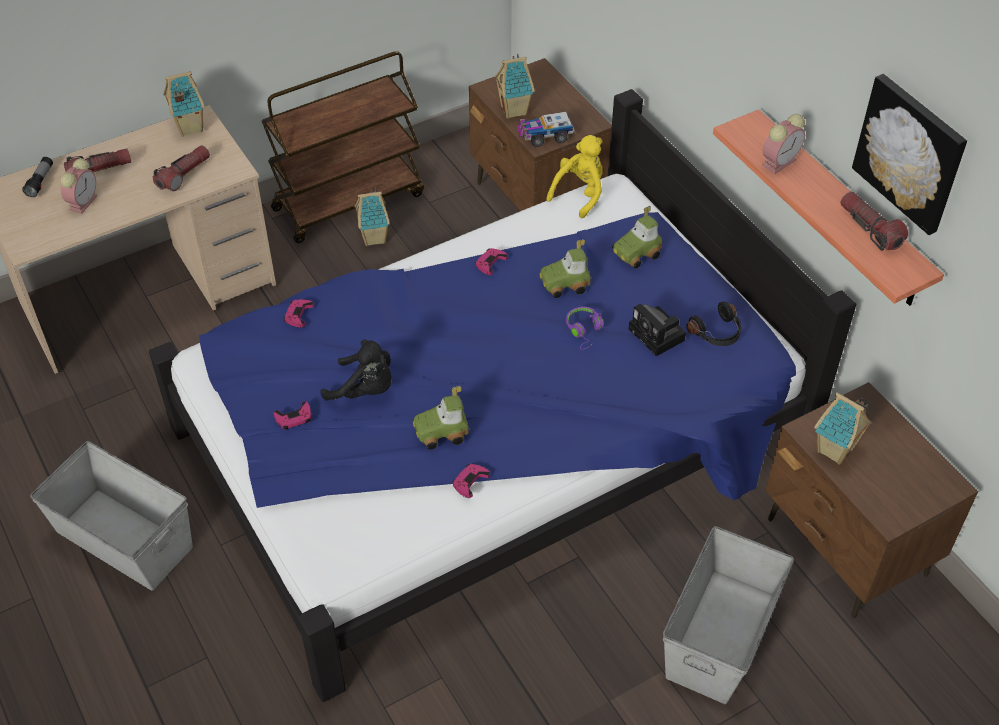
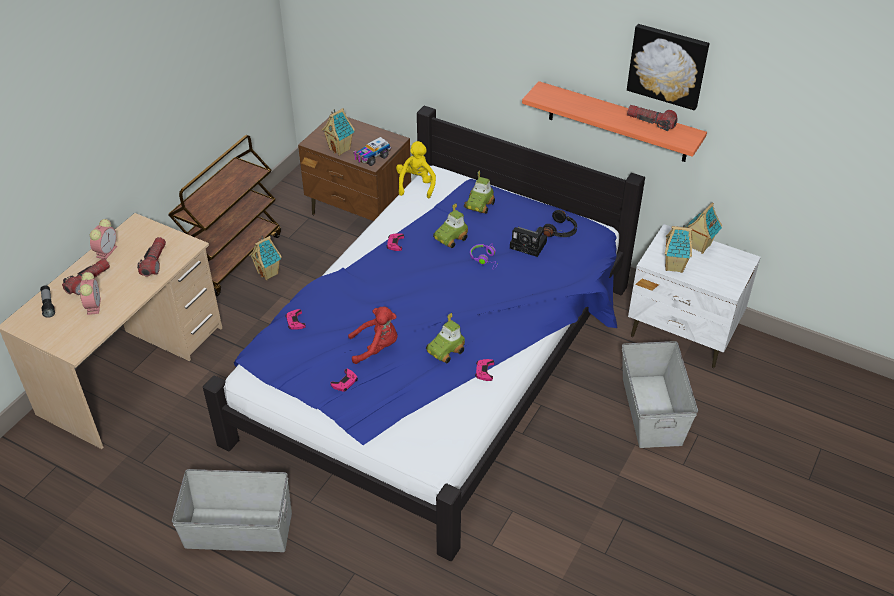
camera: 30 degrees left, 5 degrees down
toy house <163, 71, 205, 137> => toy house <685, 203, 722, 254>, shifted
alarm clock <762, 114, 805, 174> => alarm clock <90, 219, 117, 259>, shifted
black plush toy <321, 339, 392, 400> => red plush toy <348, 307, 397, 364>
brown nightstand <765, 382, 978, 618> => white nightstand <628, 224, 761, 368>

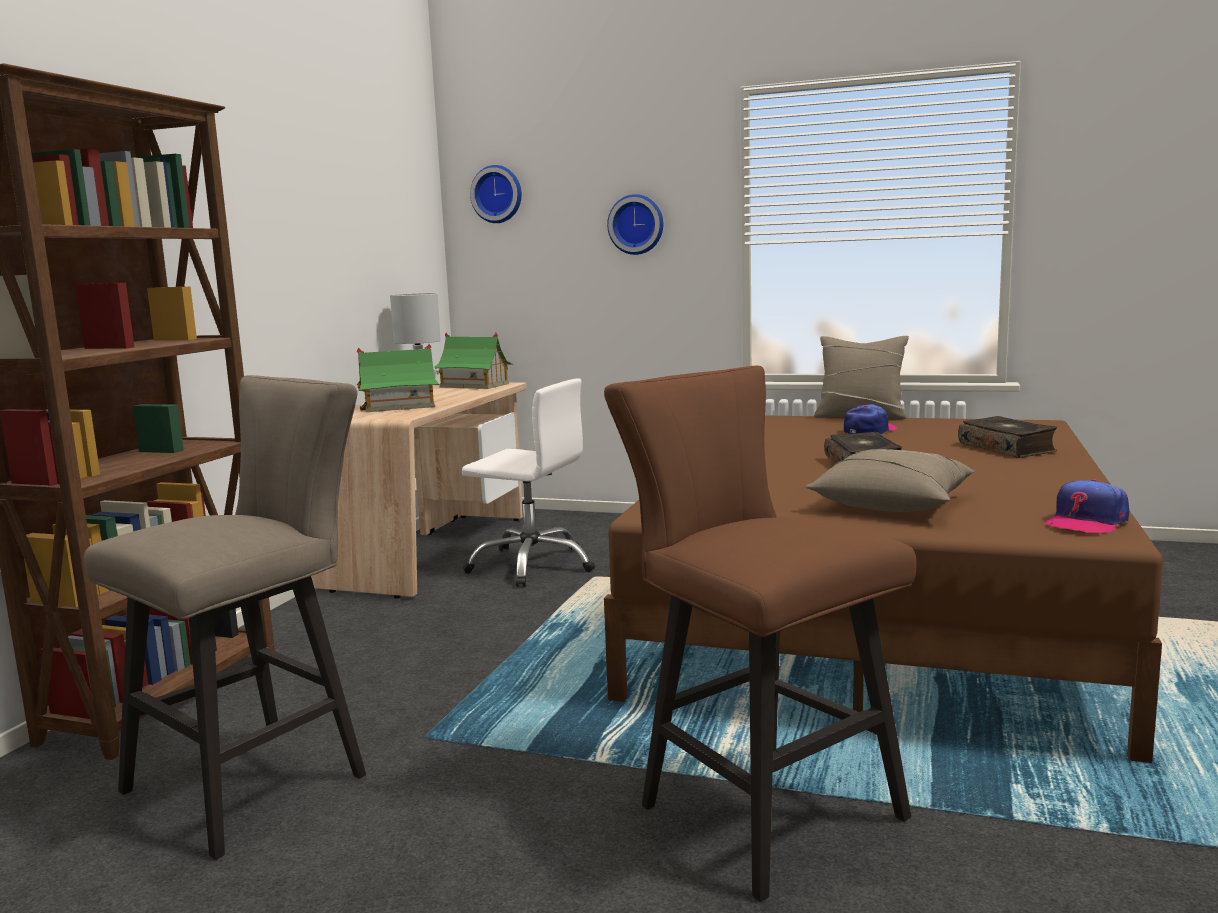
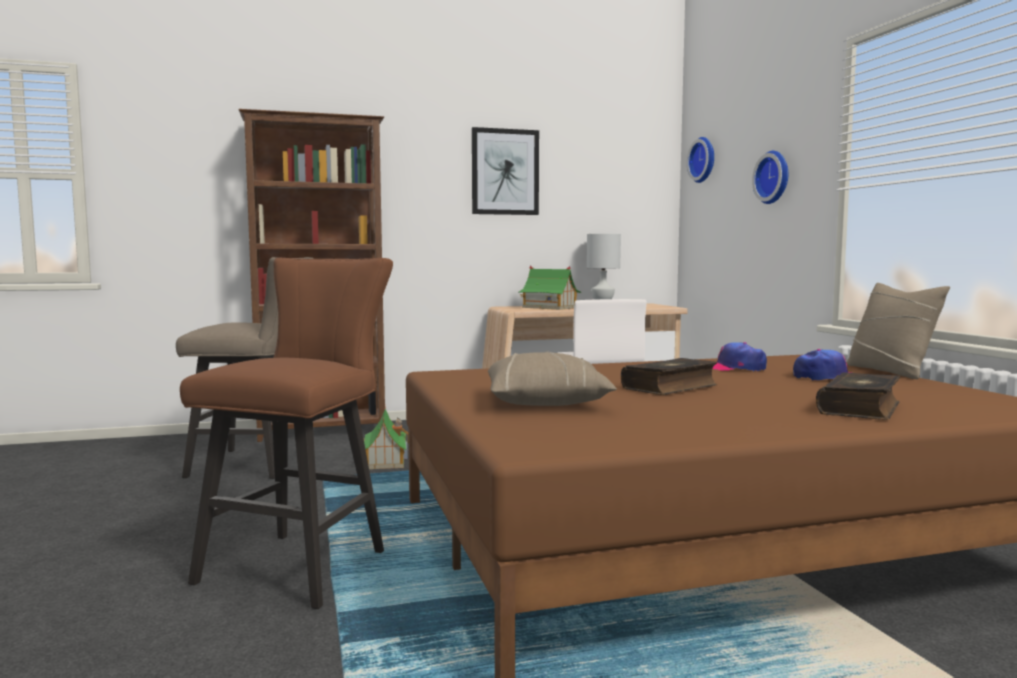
camera: 55 degrees right, 5 degrees down
toy house <434, 332, 513, 389> => toy house <363, 407, 408, 469>, shifted
cap <1045, 479, 1129, 535> => cap <712, 342, 767, 371>, shifted
nothing => picture <472, 127, 539, 215>

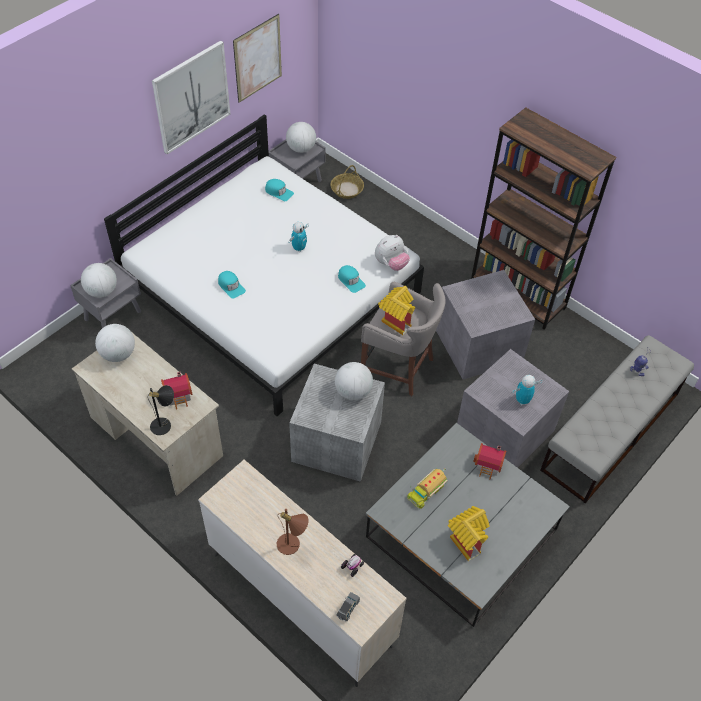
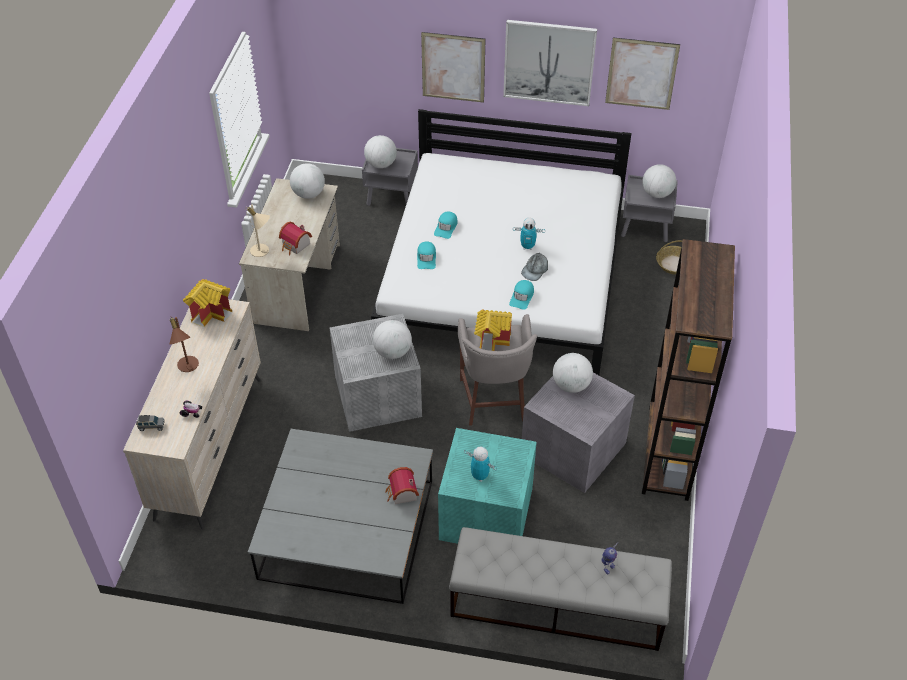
camera: 60 degrees right, 5 degrees down
turquoise cap <265, 179, 294, 201> => turquoise cap <417, 241, 436, 269>, shifted
plush toy <375, 235, 410, 271> => nothing
grey storage box <457, 349, 569, 468> => turquoise storage box <438, 428, 537, 544>
black table lamp <148, 385, 174, 435> => beige table lamp <245, 204, 270, 257>
toy truck <407, 468, 448, 509> => nothing
toy house <448, 506, 490, 561> => toy house <183, 279, 232, 327>, shifted
nothing => picture <421, 32, 485, 103>
nothing => grey cap <521, 253, 548, 281>
nothing => globe <553, 353, 593, 393>

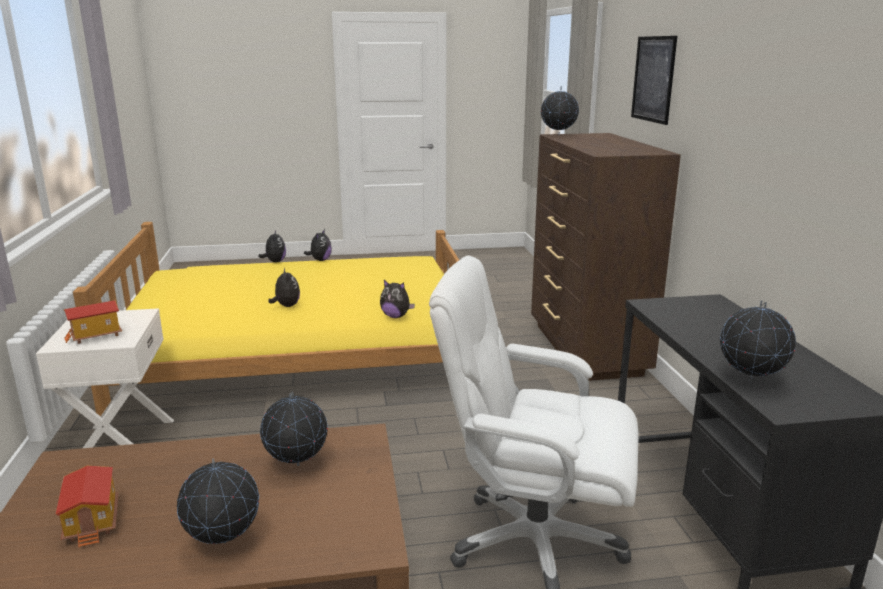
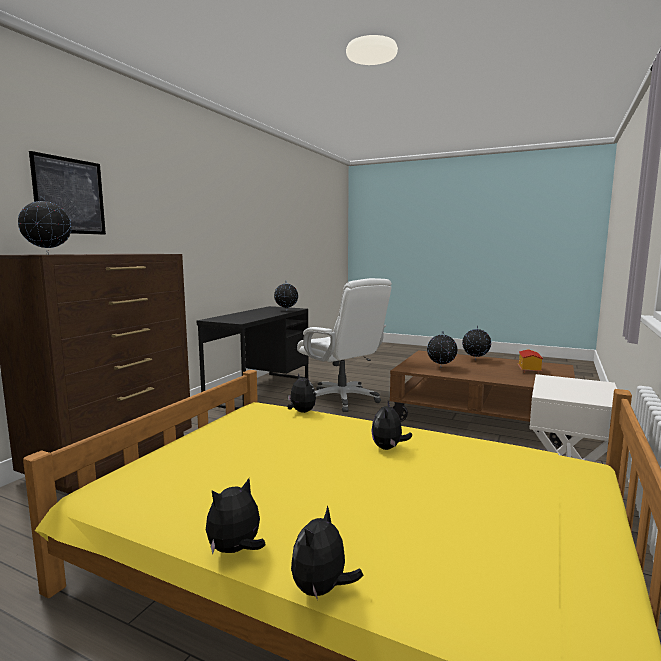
camera: 145 degrees left, 10 degrees down
toy house <64, 300, 122, 344> => nothing

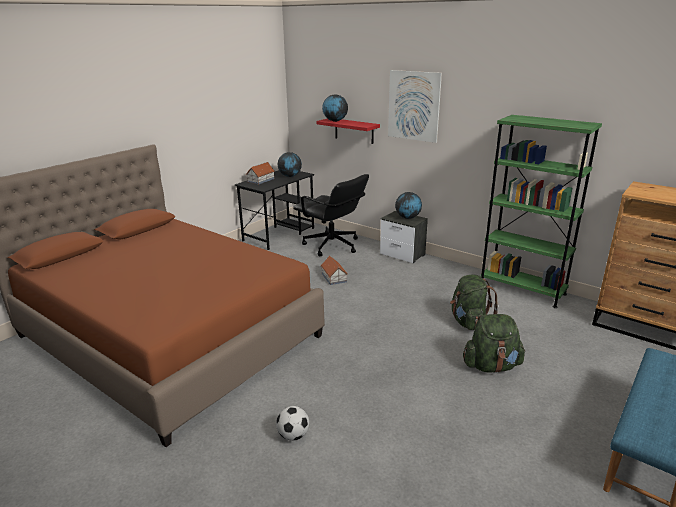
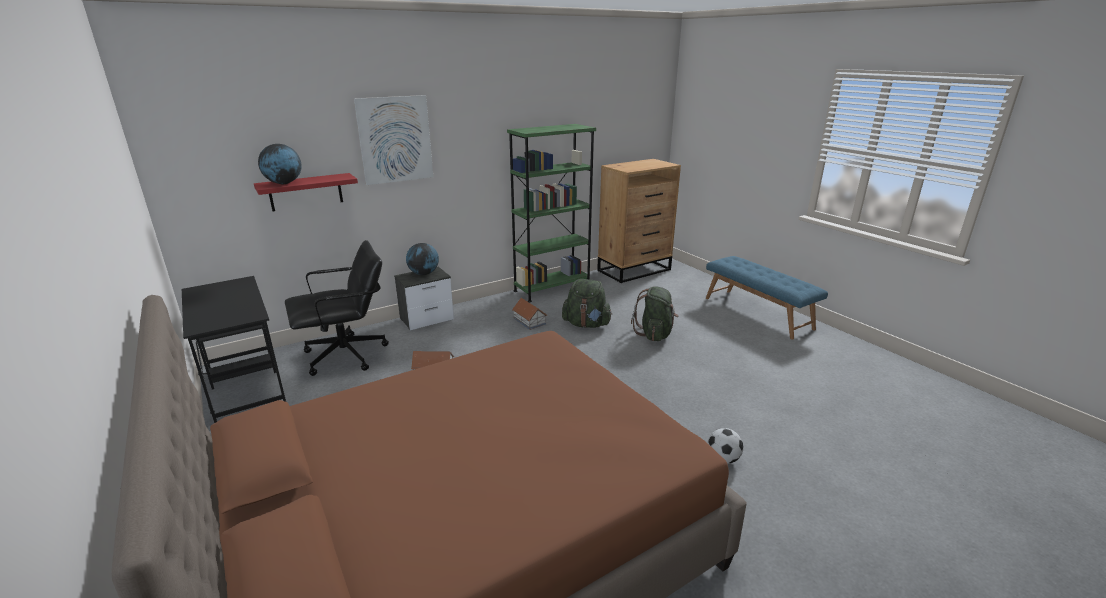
camera: 70 degrees left, 0 degrees up
globe <278, 152, 302, 177> => nothing
toy house <245, 162, 275, 185> => toy house <512, 298, 547, 330>, shifted

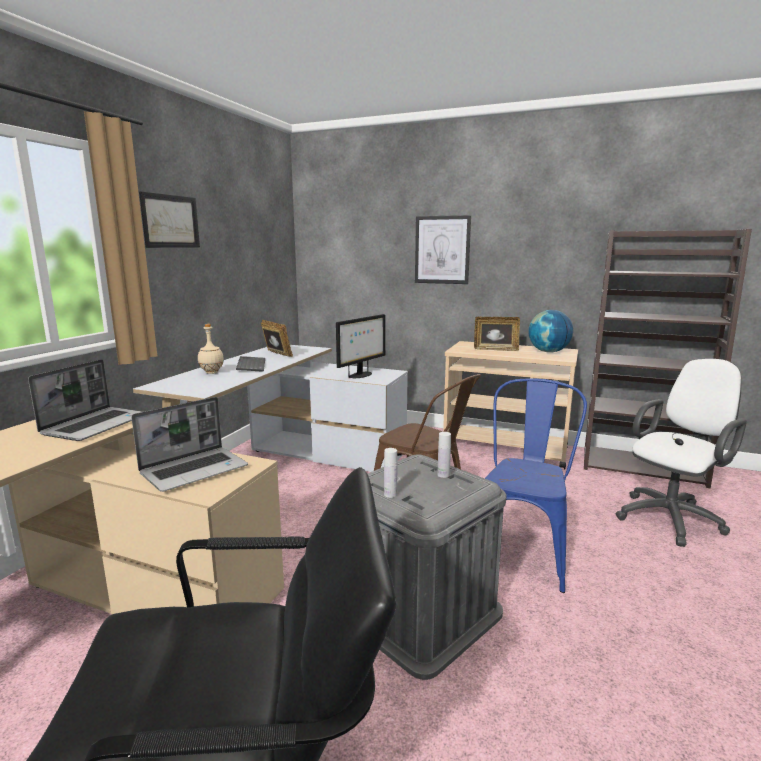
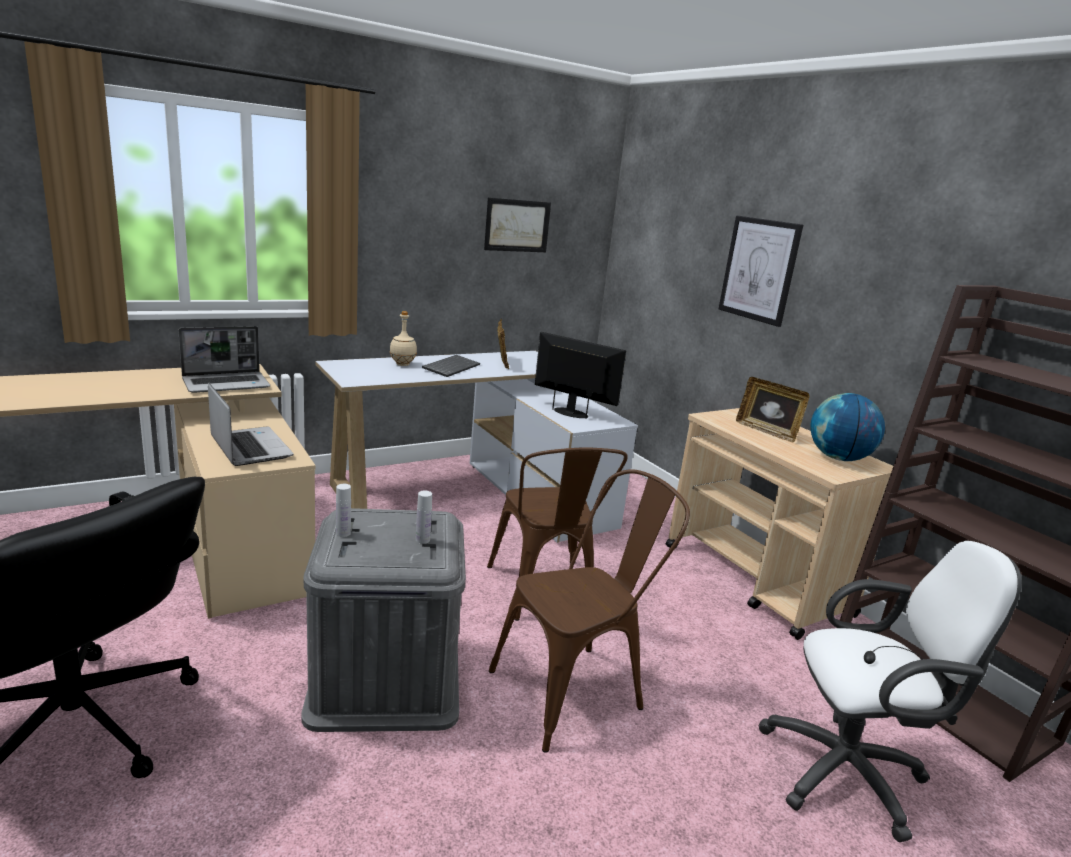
camera: 35 degrees right, 5 degrees up
picture <139, 192, 200, 248> => picture <484, 198, 551, 252>, shifted
monitor <336, 314, 386, 378> => monitor <535, 332, 626, 419>, 135 degrees counterclockwise
blue chair <485, 378, 587, 593> => brown chair <489, 469, 690, 753>
laptop <131, 397, 248, 492> => laptop <208, 382, 294, 466>, 120 degrees counterclockwise

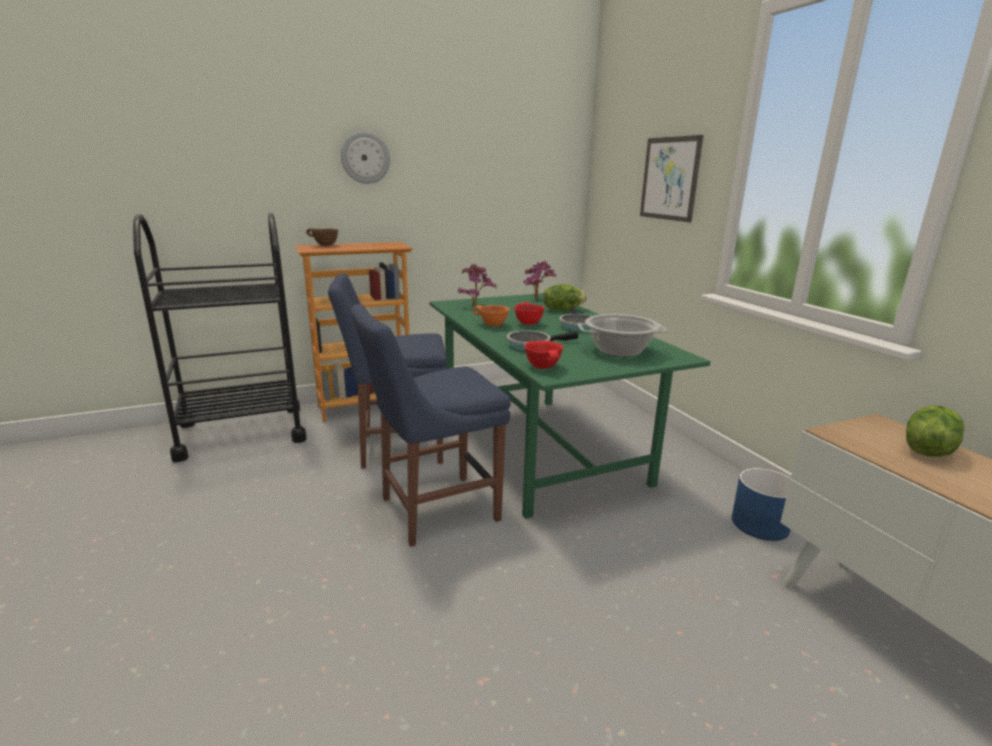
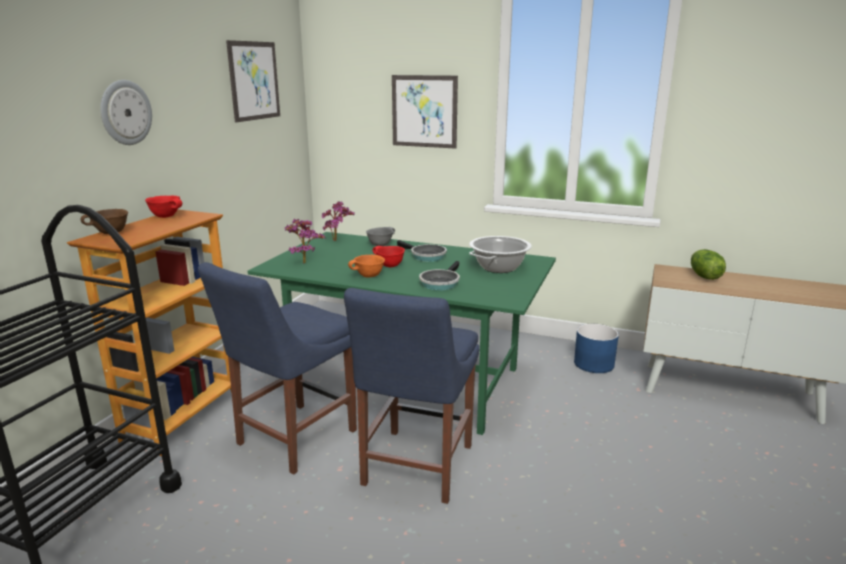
camera: 45 degrees left, 0 degrees up
lettuce <543, 284, 587, 311> => grey bowl <366, 227, 395, 246>
red bowl <524, 341, 563, 369> => red bowl <145, 196, 182, 218>, shifted
nothing => picture <226, 40, 280, 122>

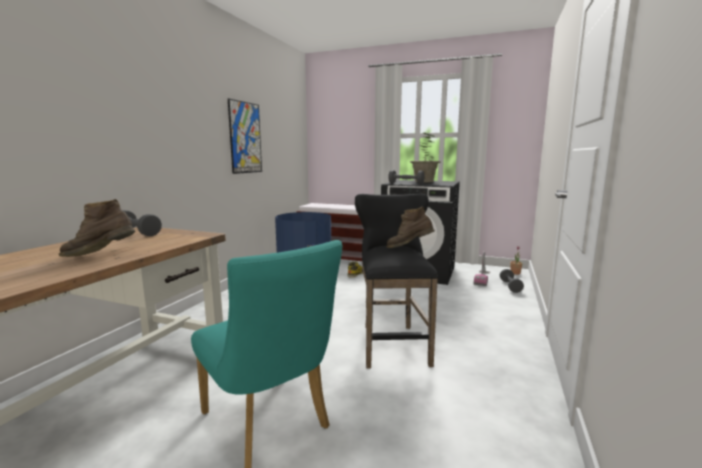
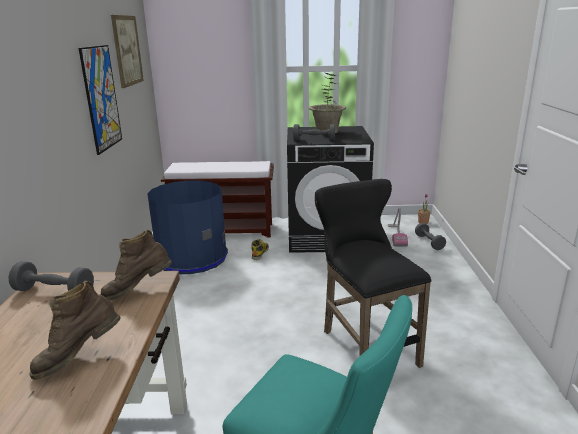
camera: 20 degrees left, 10 degrees up
brown boot <386, 207, 435, 248> => brown boot <101, 230, 172, 301>, shifted
nothing => picture <111, 15, 144, 88>

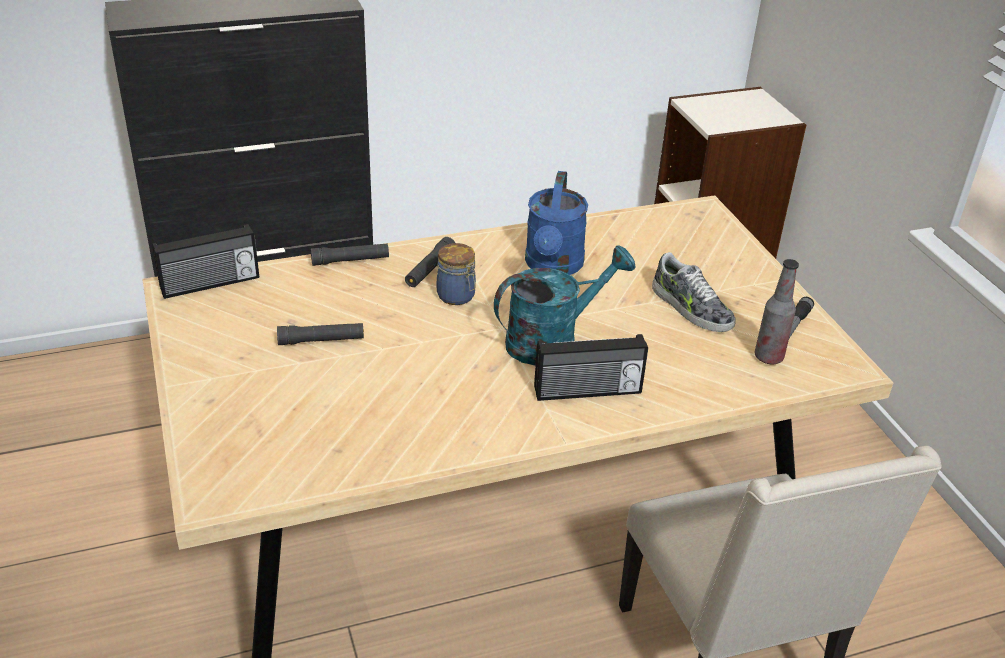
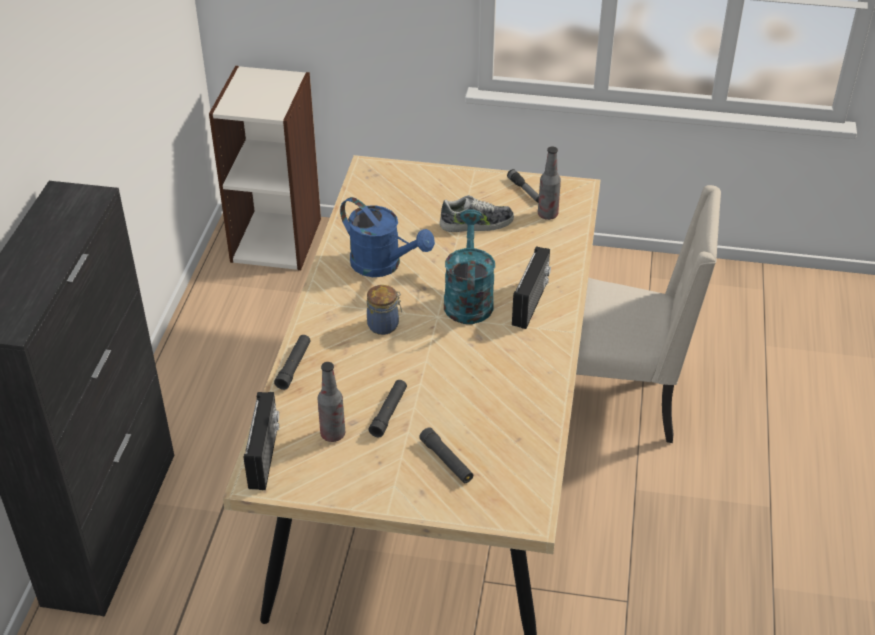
camera: 60 degrees left, 5 degrees up
black flashlight <405, 237, 455, 287> => black flashlight <419, 427, 473, 483>, shifted
nothing => bottle <318, 362, 345, 442>

